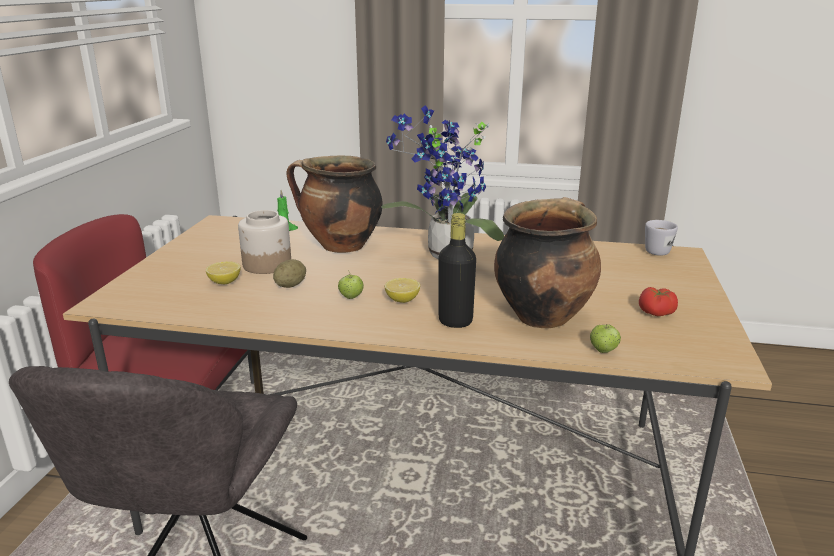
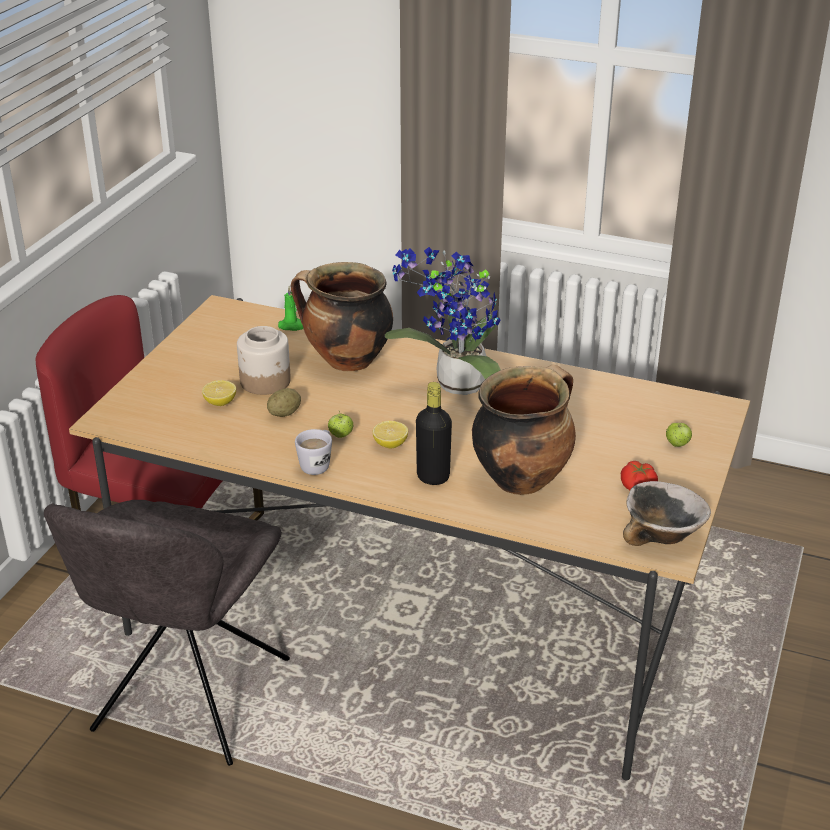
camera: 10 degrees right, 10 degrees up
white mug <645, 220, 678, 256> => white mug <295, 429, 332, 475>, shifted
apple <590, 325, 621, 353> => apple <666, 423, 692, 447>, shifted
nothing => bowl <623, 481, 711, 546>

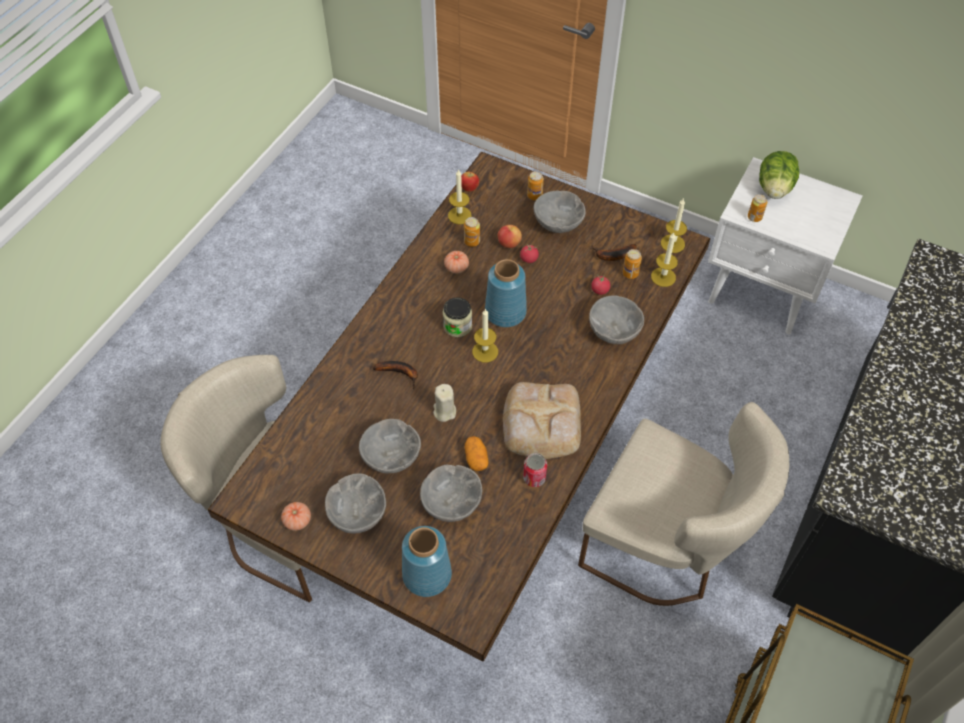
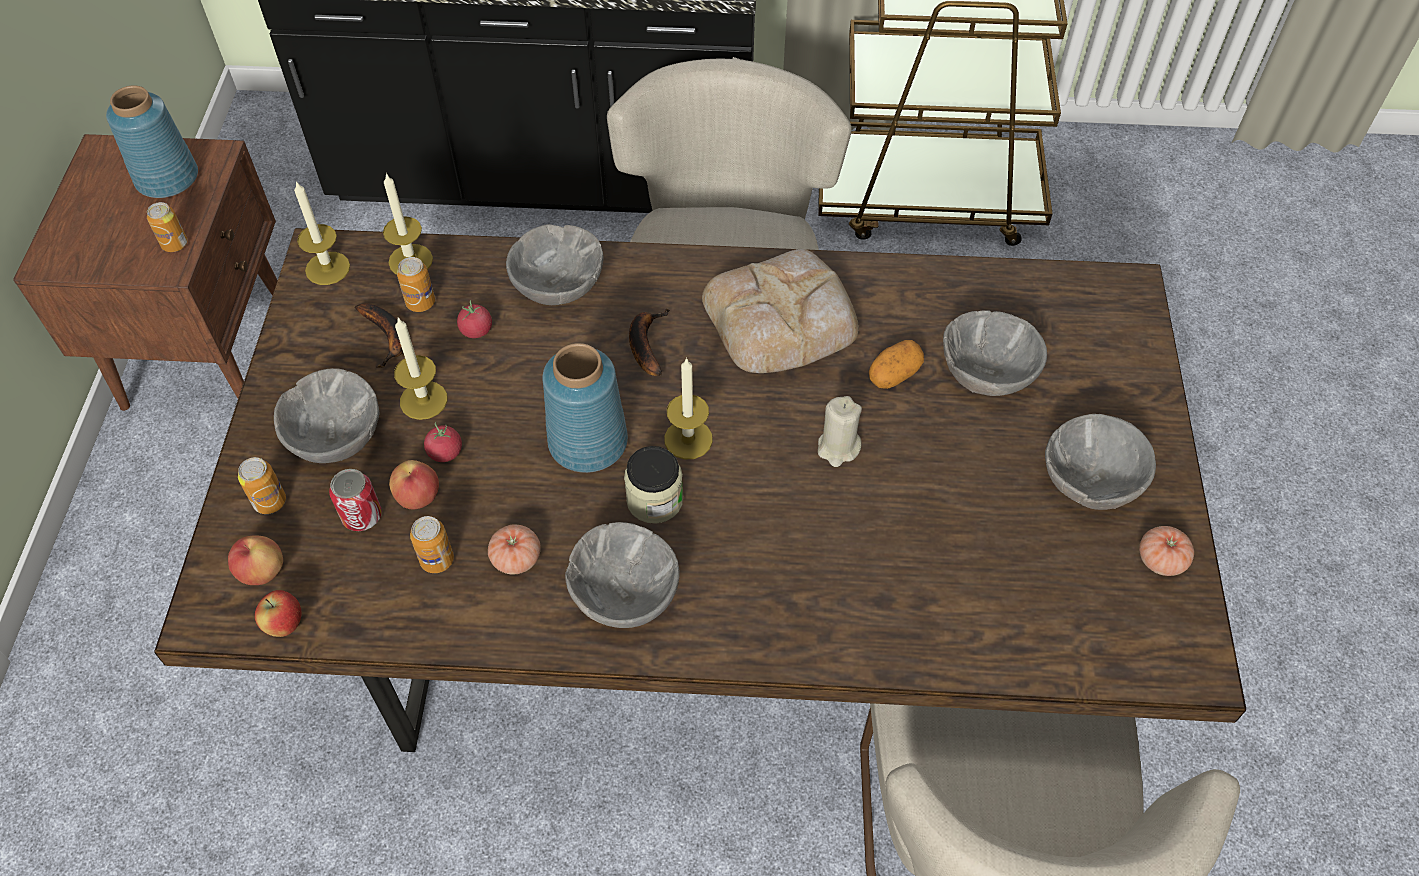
camera: 115 degrees left, 0 degrees up
lettuce <759, 151, 799, 199> => nothing
white nightstand <708, 157, 863, 334> => brown nightstand <13, 134, 278, 411>
candle <448, 169, 472, 224> => candle <394, 317, 448, 420>, shifted
banana <373, 361, 418, 389> => banana <629, 309, 670, 376>, shifted
grey bowl <359, 419, 421, 473> => grey bowl <565, 522, 680, 628>, shifted
can <523, 453, 547, 487> => can <329, 469, 382, 531>, shifted
blue vase <402, 526, 452, 597> => blue vase <106, 85, 198, 198>, shifted
nothing => apple <228, 535, 283, 585>

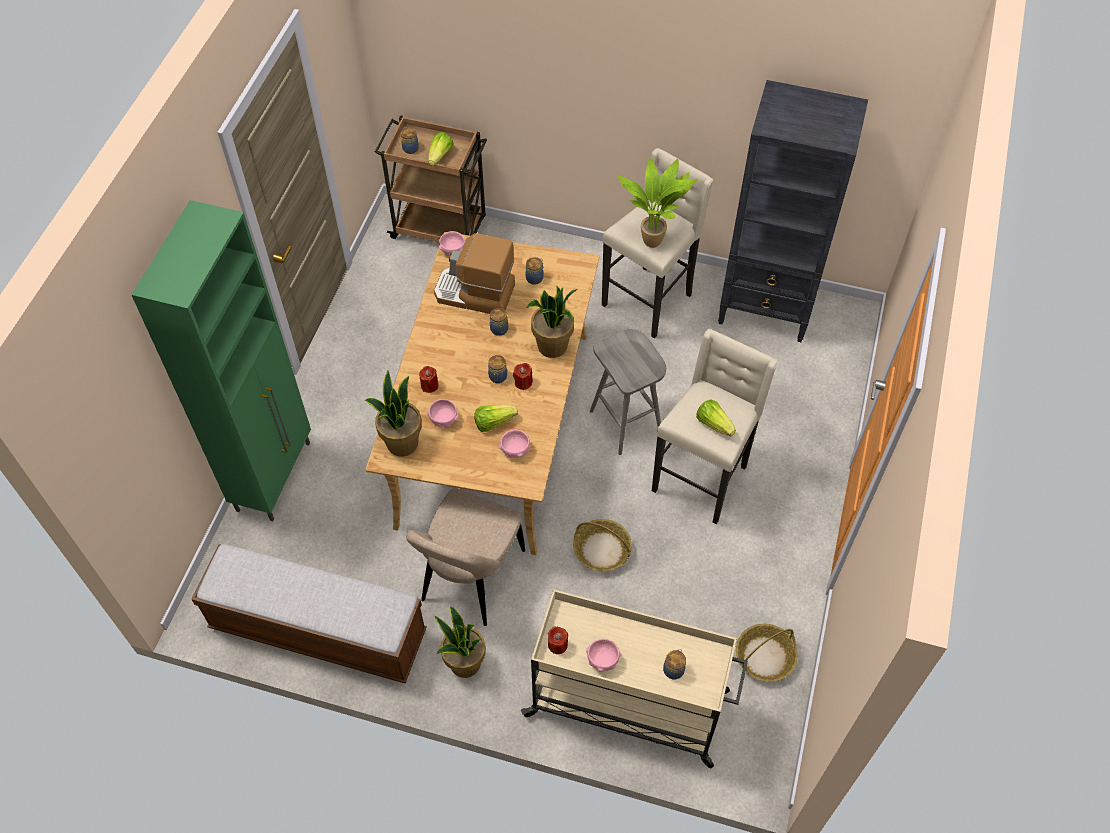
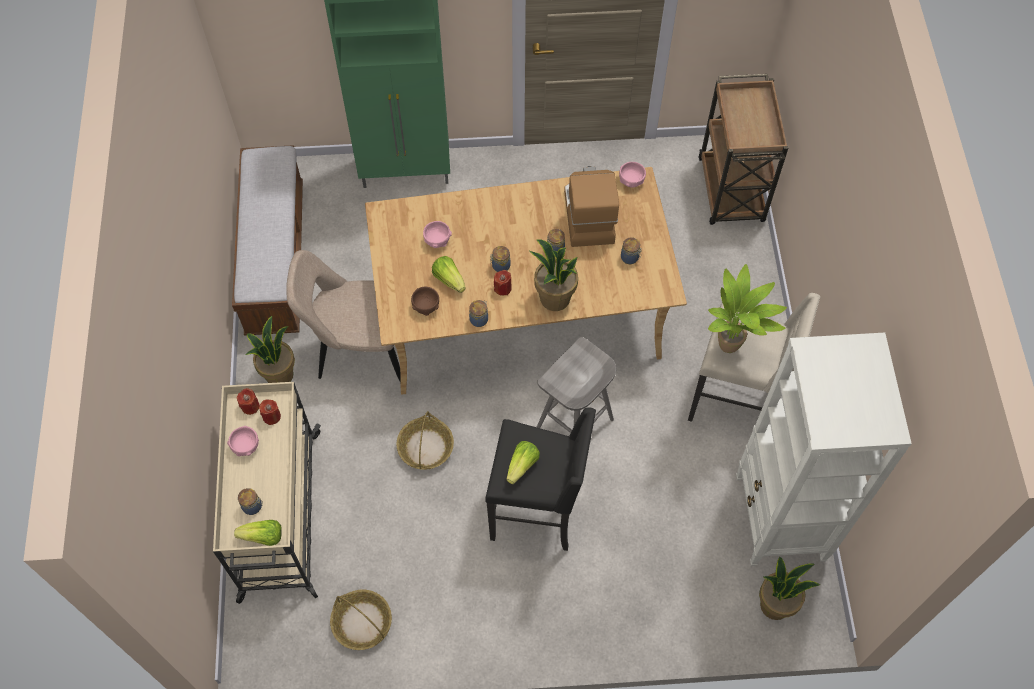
camera: 70 degrees right, 5 degrees up
black bookcase <718, 80, 868, 342> => white bookcase <736, 332, 912, 566>
jar <401, 127, 419, 154> => jar <469, 300, 488, 327>, shifted
lettuce <428, 132, 453, 166> => lettuce <234, 520, 282, 546>, shifted
beige stool <652, 329, 778, 524> => black stool <485, 407, 596, 551>
red candle <419, 366, 439, 393> => red candle <259, 399, 281, 425>, shifted
potted plant <365, 370, 422, 457> => potted plant <759, 557, 820, 620>, shifted
pink bowl <499, 430, 530, 458> => brown bowl <411, 287, 439, 316>

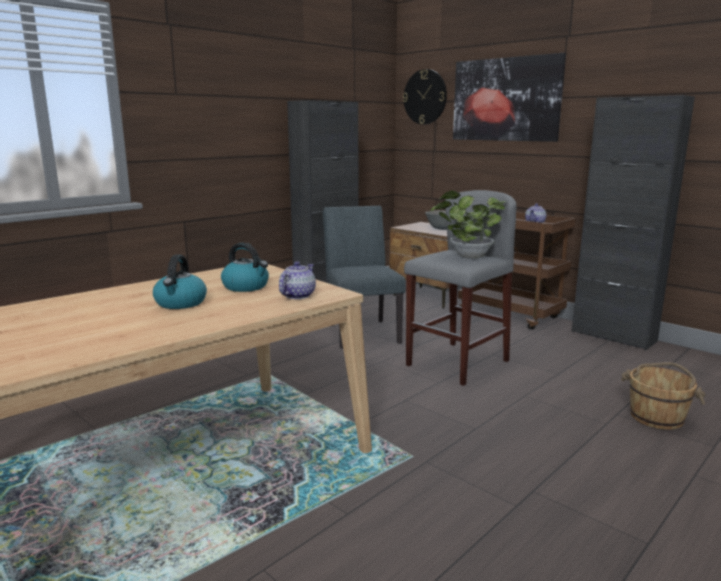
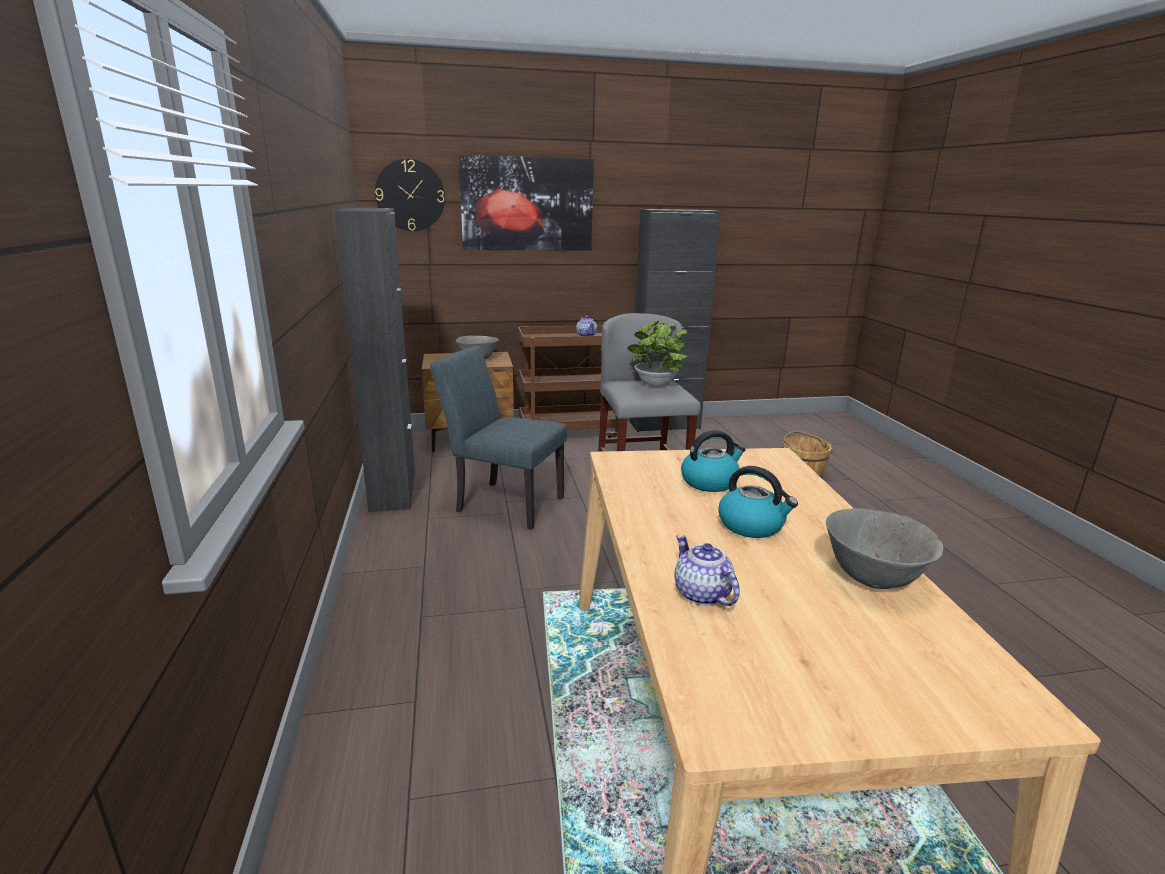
camera: 55 degrees left, 5 degrees up
teapot <279, 261, 316, 299> => teapot <674, 535, 740, 606>, shifted
nothing => grey bowl <826, 508, 943, 589>

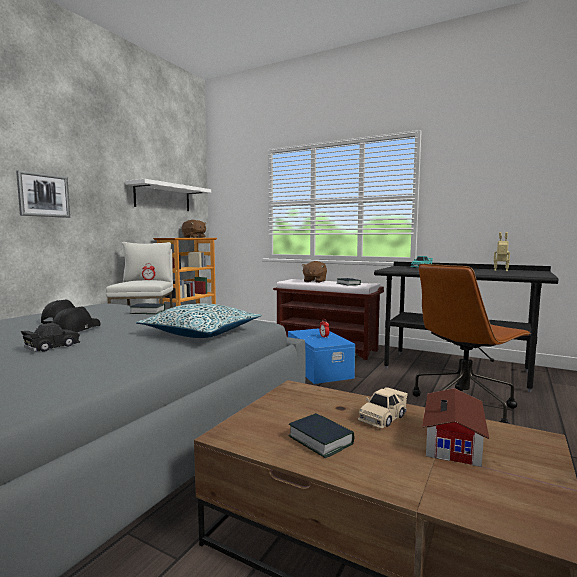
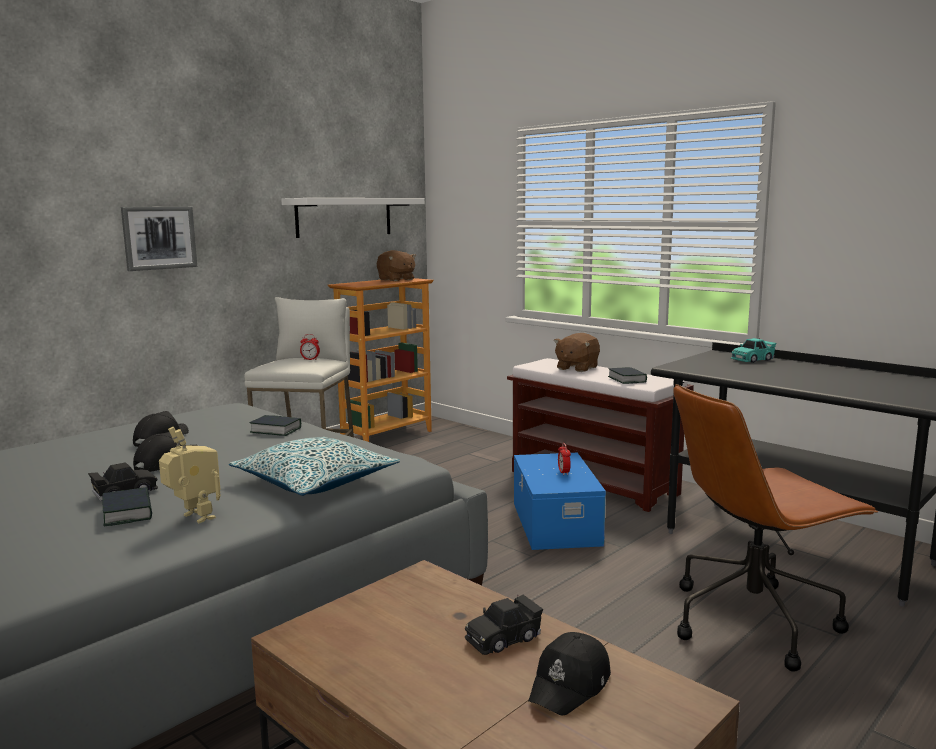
camera: 15 degrees right, 5 degrees up
toy robot <494, 232, 510, 271> => toy robot <159, 427, 220, 523>, shifted
beige toy car <358, 386, 408, 429> => black toy car <465, 595, 543, 655>
toy house <422, 388, 489, 467> => black cap <528, 632, 611, 716>
book <289, 413, 354, 458> => book <102, 487, 152, 526>, shifted

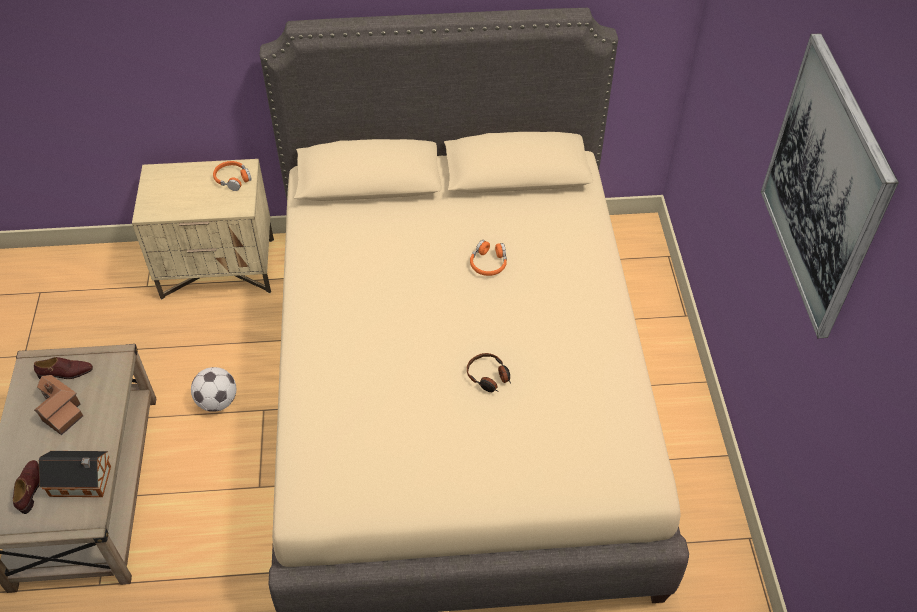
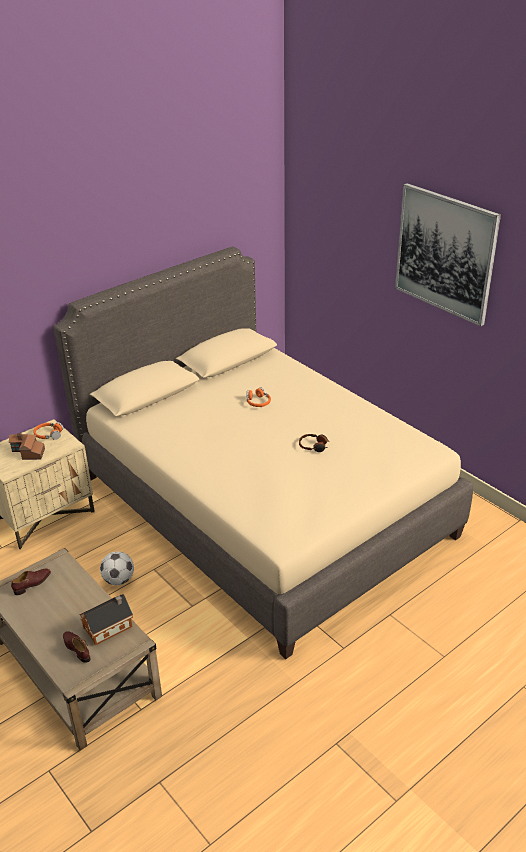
camera: 35 degrees left, 15 degrees down
toy house <34, 375, 83, 435> => toy house <9, 433, 45, 460>, shifted

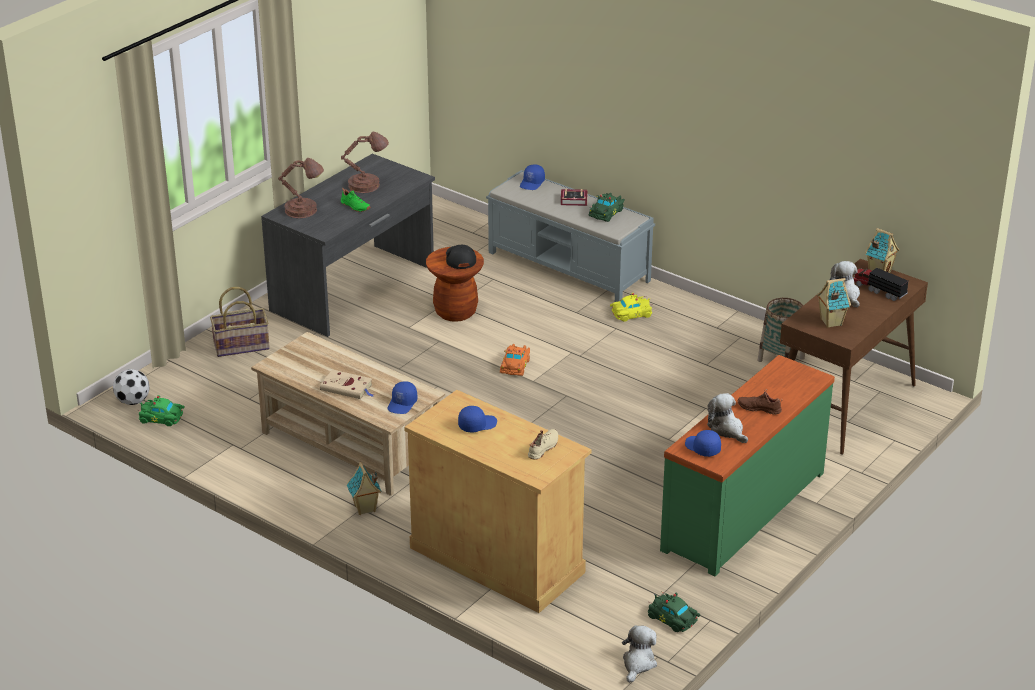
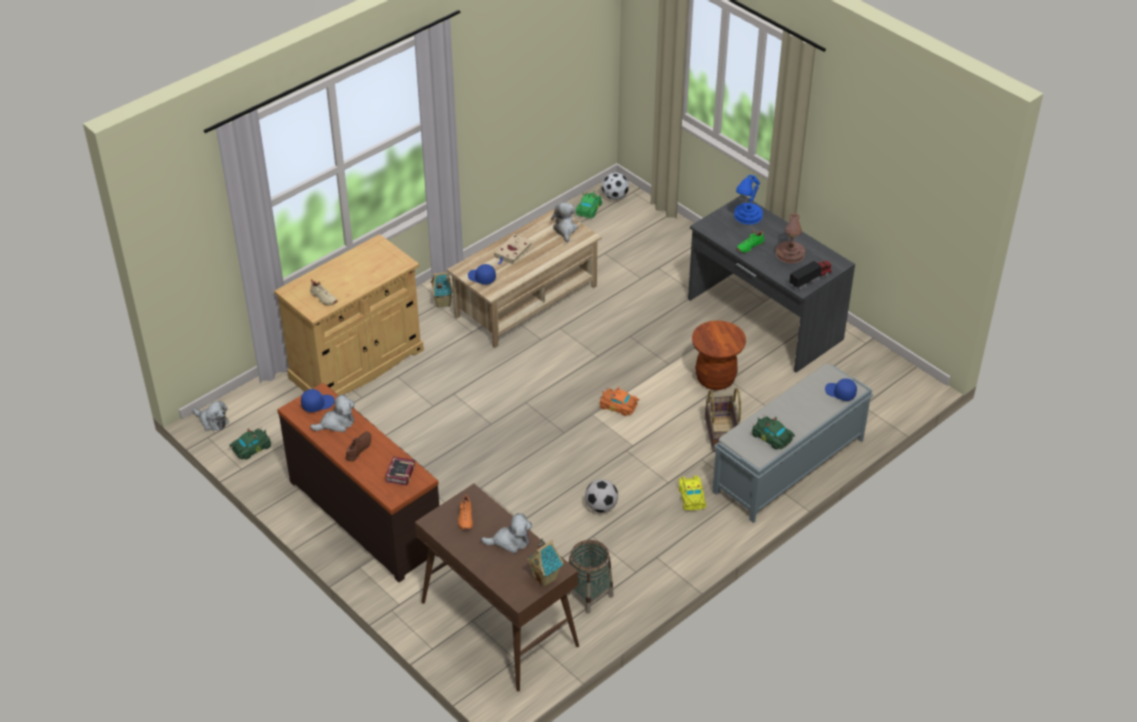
camera: 100 degrees right, 10 degrees up
brown table lamp <278, 158, 324, 218> => blue table lamp <734, 175, 763, 224>
book <561, 189, 588, 206> => book <385, 457, 415, 486>, shifted
black cap <446, 245, 476, 269> => nothing
toy truck <853, 268, 908, 301> => toy truck <789, 258, 832, 291>, shifted
toy house <817, 278, 851, 328> => orange shoe <458, 492, 473, 530>
basket <210, 287, 270, 357> => basket <705, 388, 741, 452>, shifted
green dresser <660, 355, 835, 576> => brown dresser <277, 383, 439, 582>
blue cap <458, 406, 497, 432> => nothing
nothing => plush toy <551, 203, 578, 242>
nothing => football <585, 479, 618, 512>

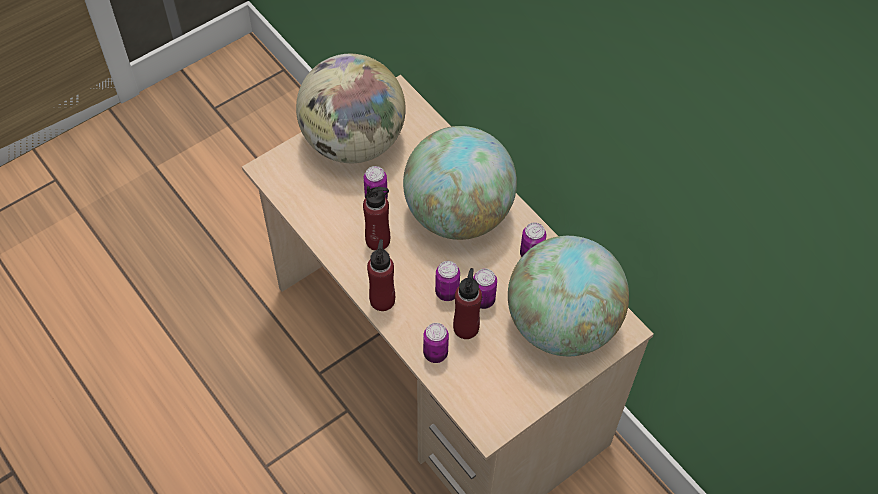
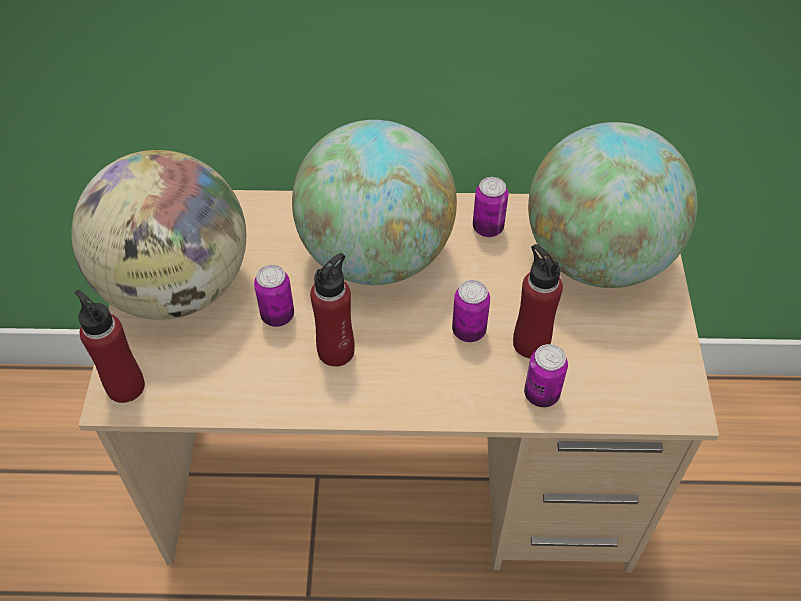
camera: 50 degrees left, 5 degrees down
red bottle <367, 239, 395, 311> => red bottle <75, 290, 145, 403>, shifted
can <473, 269, 497, 309> => nothing

